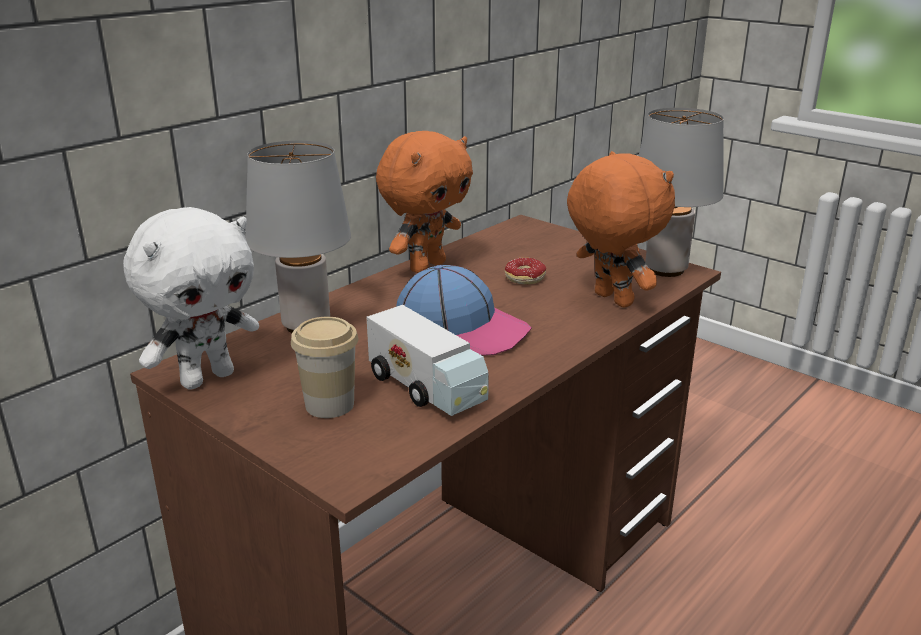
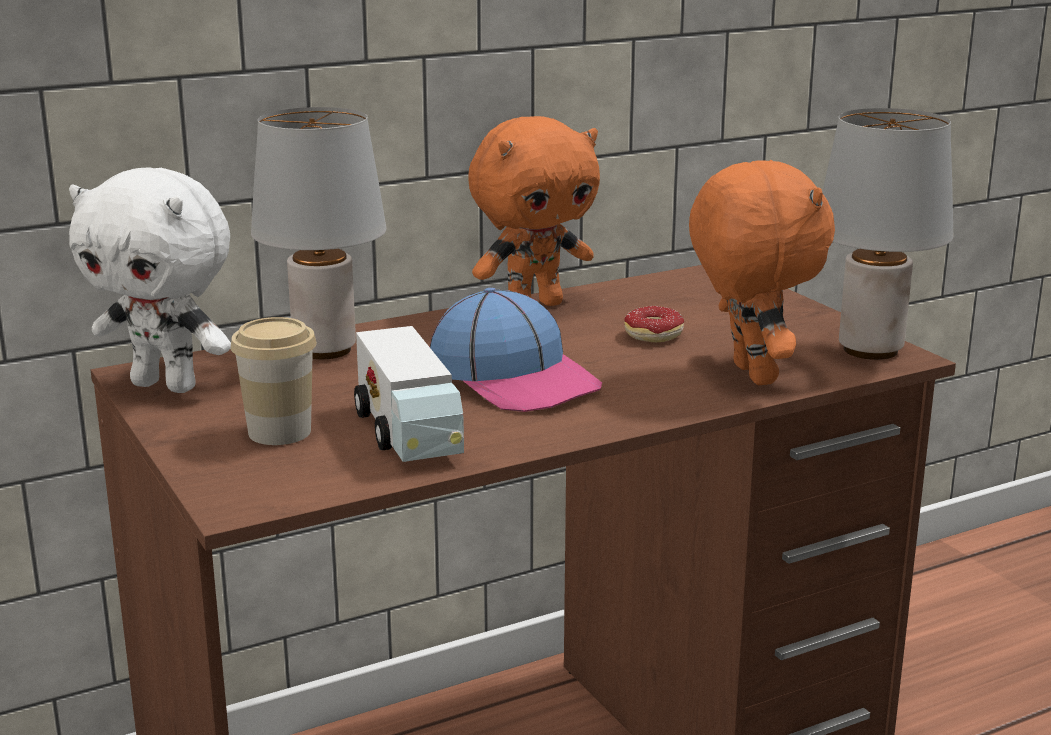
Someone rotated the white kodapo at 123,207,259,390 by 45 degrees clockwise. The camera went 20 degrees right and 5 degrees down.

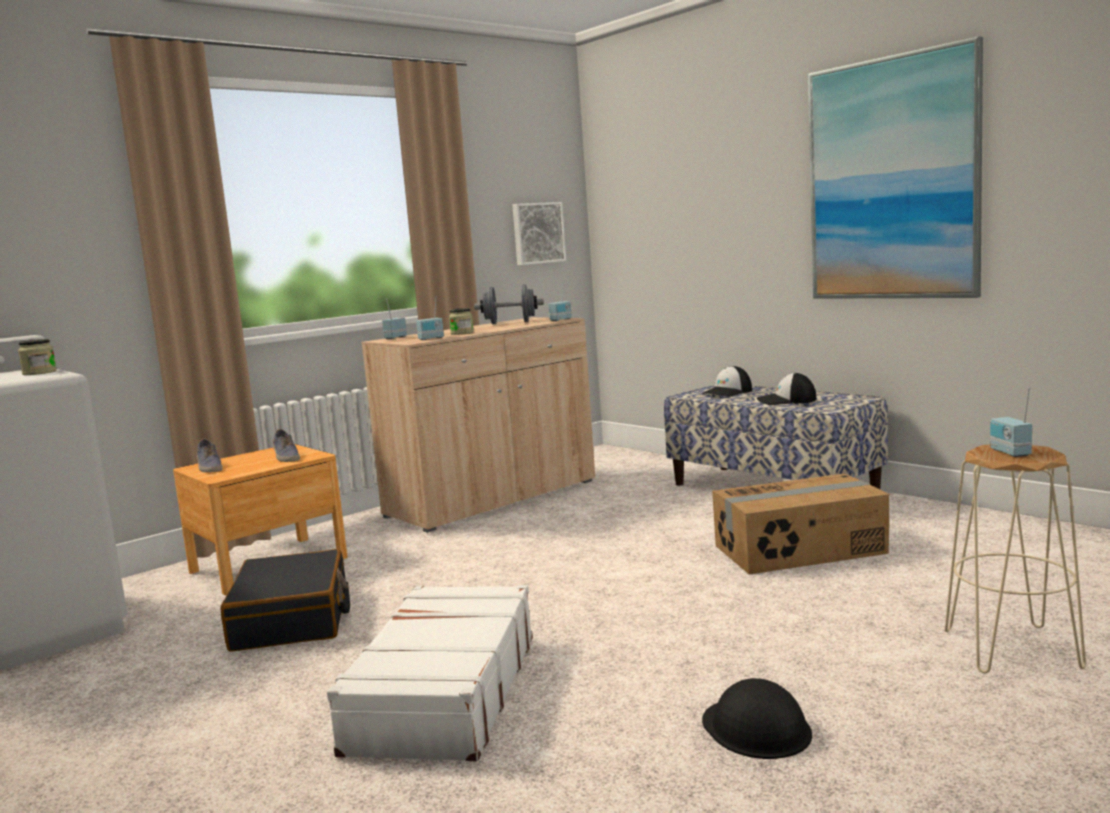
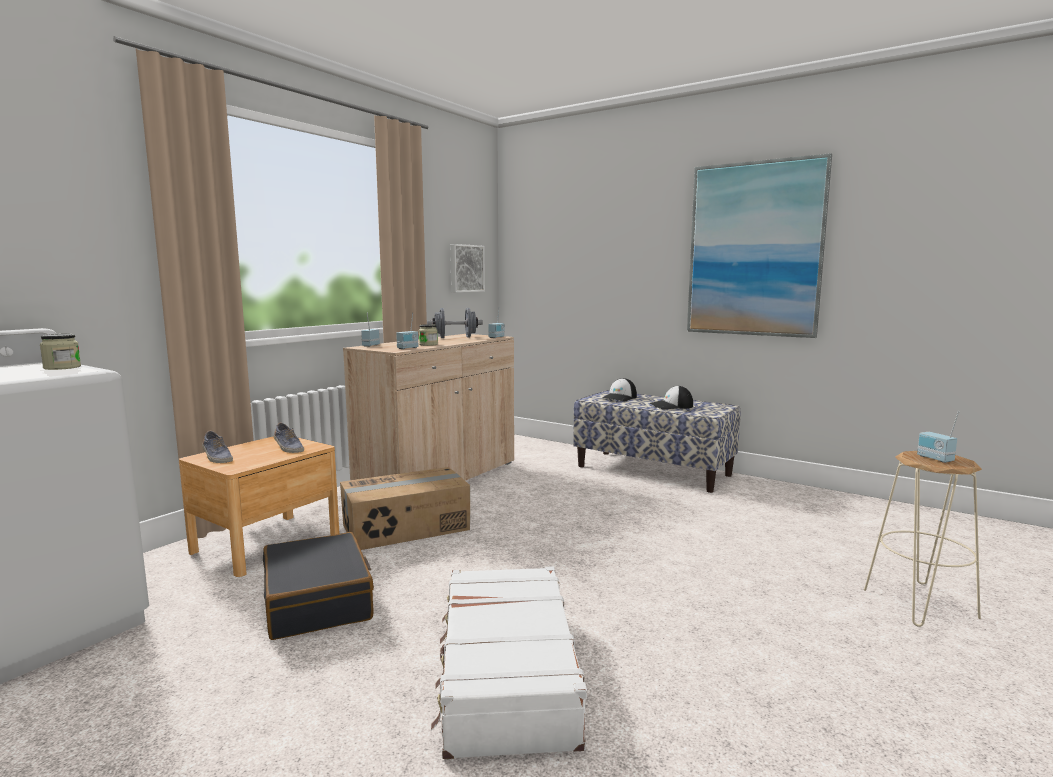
Someone carried the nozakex from 712,473,889,574 to 340,467,470,550. Someone took away the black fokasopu at 702,678,812,759. The camera went 15 degrees left and 0 degrees up.

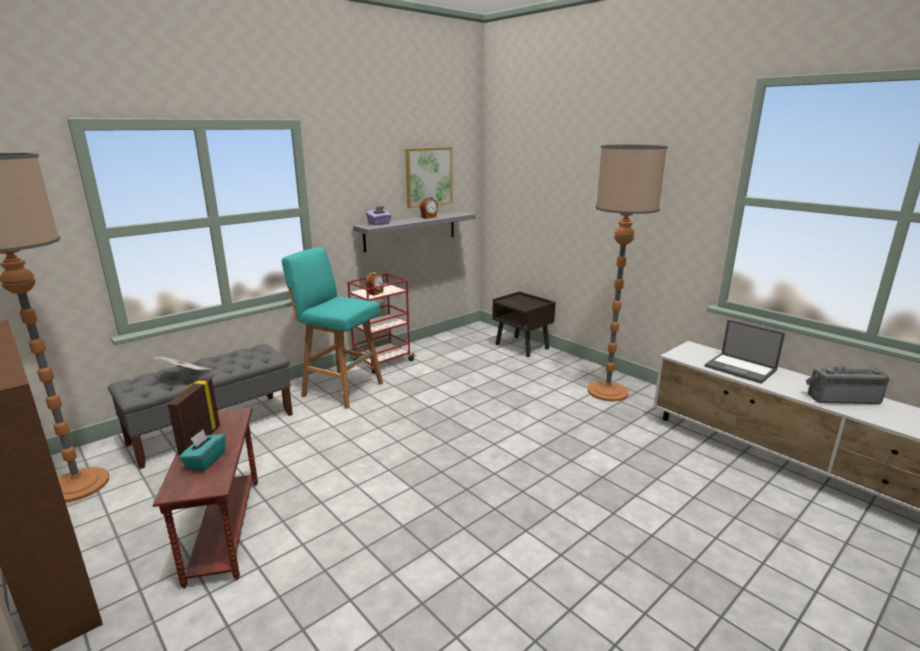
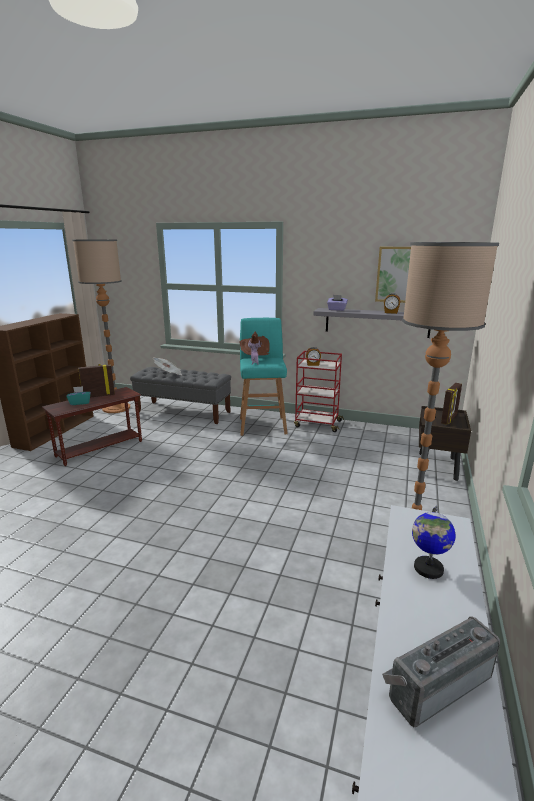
Someone put down the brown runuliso at 239,331,270,365. Someone rotated the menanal at 806,366,889,404 by 90 degrees counterclockwise. Someone swapped the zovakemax at 705,320,785,384 for the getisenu at 412,506,455,579. Someone put down the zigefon at 441,383,462,425. The camera went 60 degrees right and 0 degrees up.

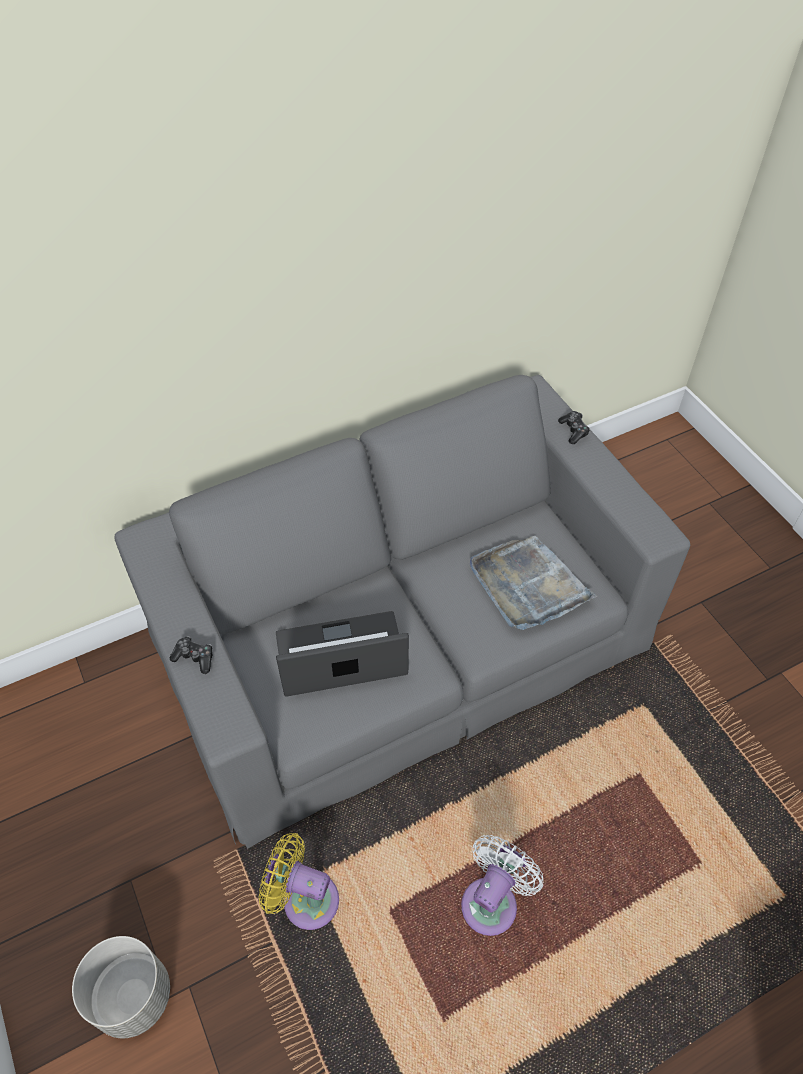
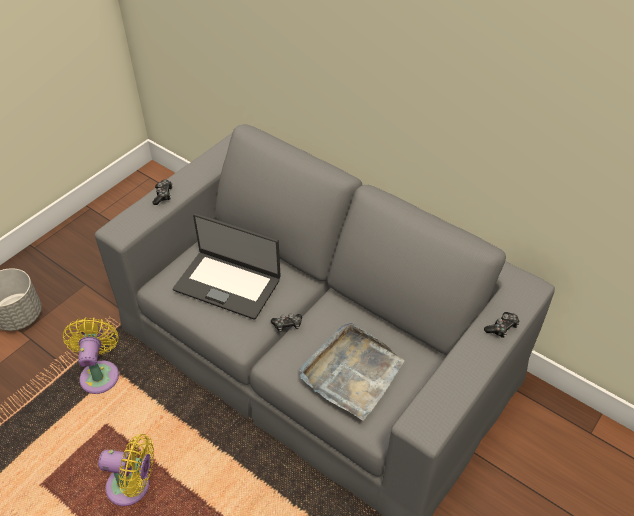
Someone repainted the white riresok at 461,835,543,936, which became the yellow riresok at 98,434,154,506. Someone rotated the zovakemax at 276,611,409,697 by 150 degrees clockwise. Someone put down the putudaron at 271,313,302,332. The camera went 65 degrees right and 5 degrees down.

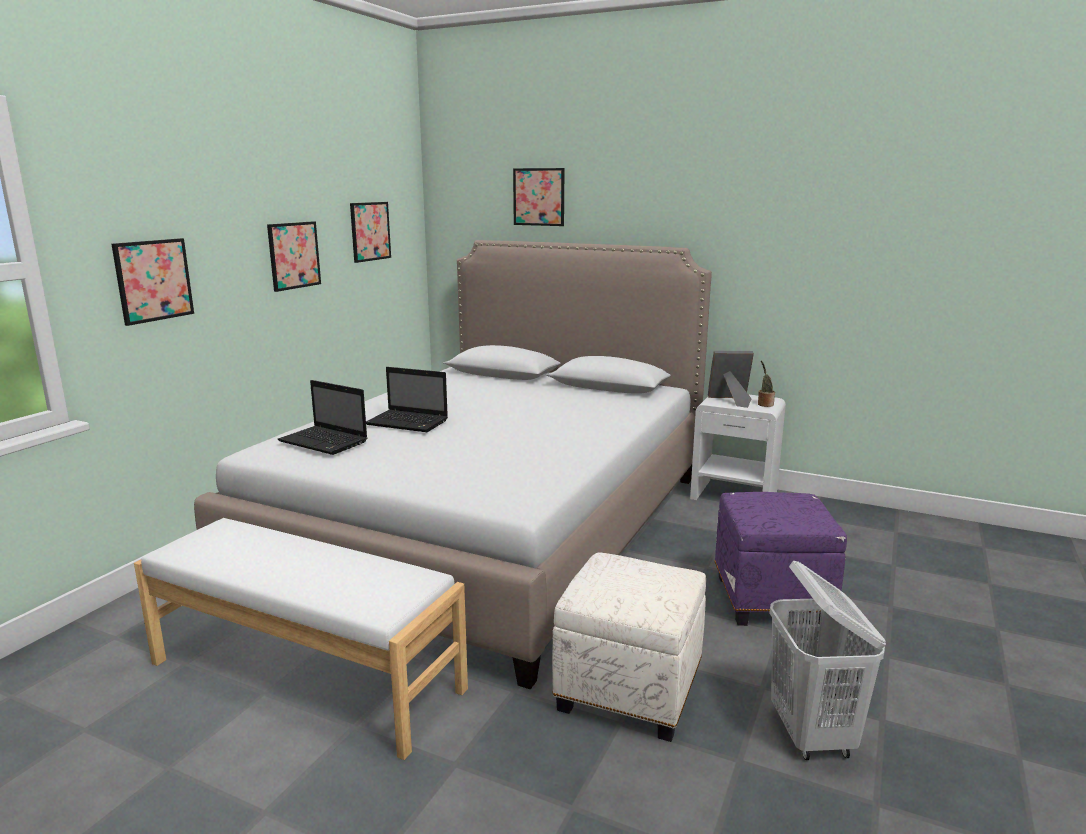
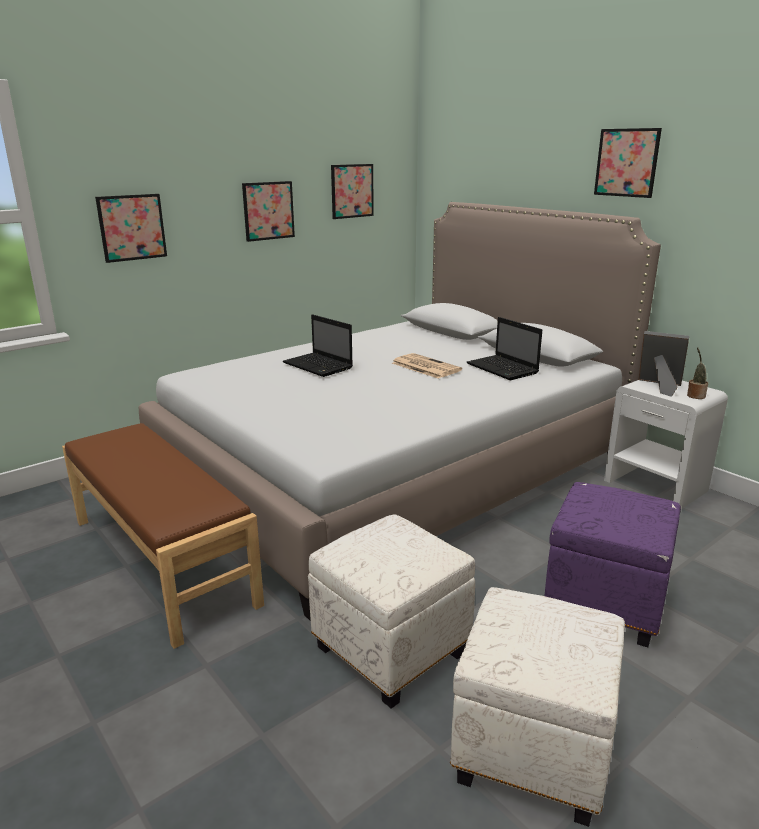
Someone repainted the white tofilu at 134,518,468,760, which became the brown tofilu at 62,423,264,649. Someone put down the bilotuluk at 392,353,462,379. Someone swapped the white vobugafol at 769,561,886,760 for the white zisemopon at 450,587,625,827. Someone carried the zovakemax from 277,380,367,455 to 467,317,542,380. Someone carried the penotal from 513,168,564,226 to 594,128,662,198. The camera went 25 degrees right and 5 degrees up.

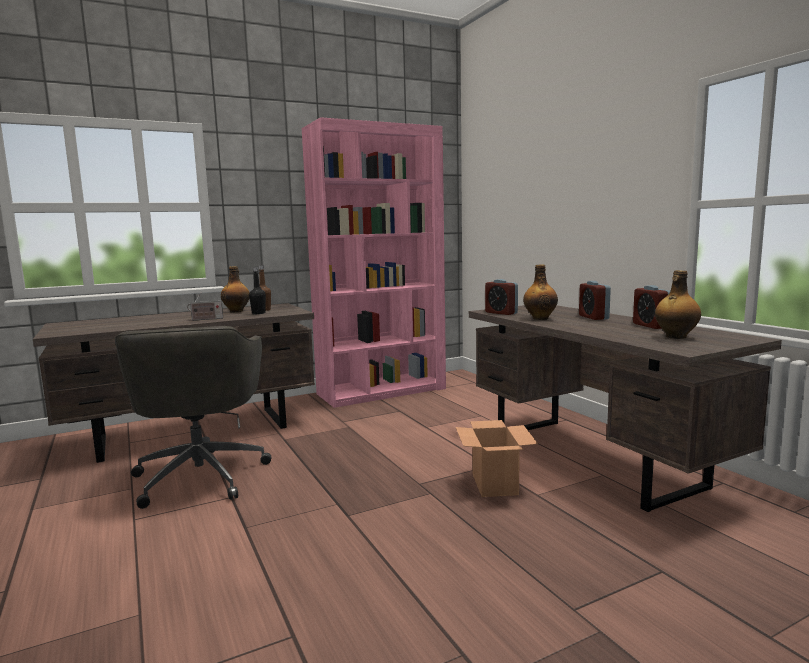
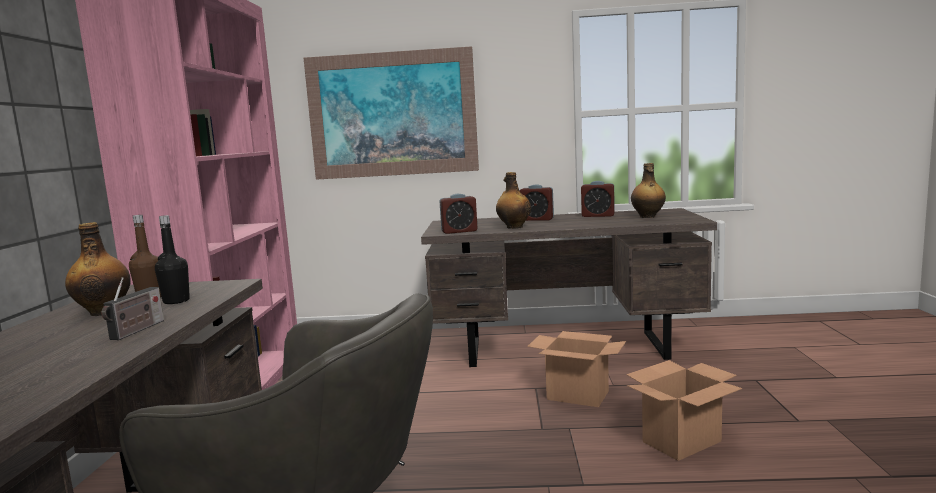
Someone put up the penotal at 304,46,479,180. Someone put down the nozakex at 626,360,742,461. The camera went 60 degrees left and 0 degrees up.

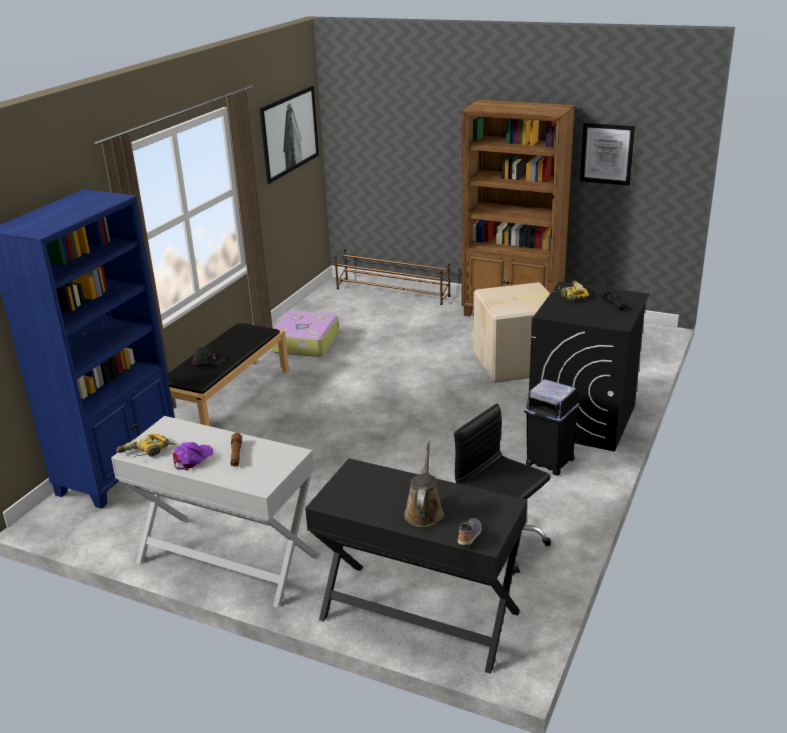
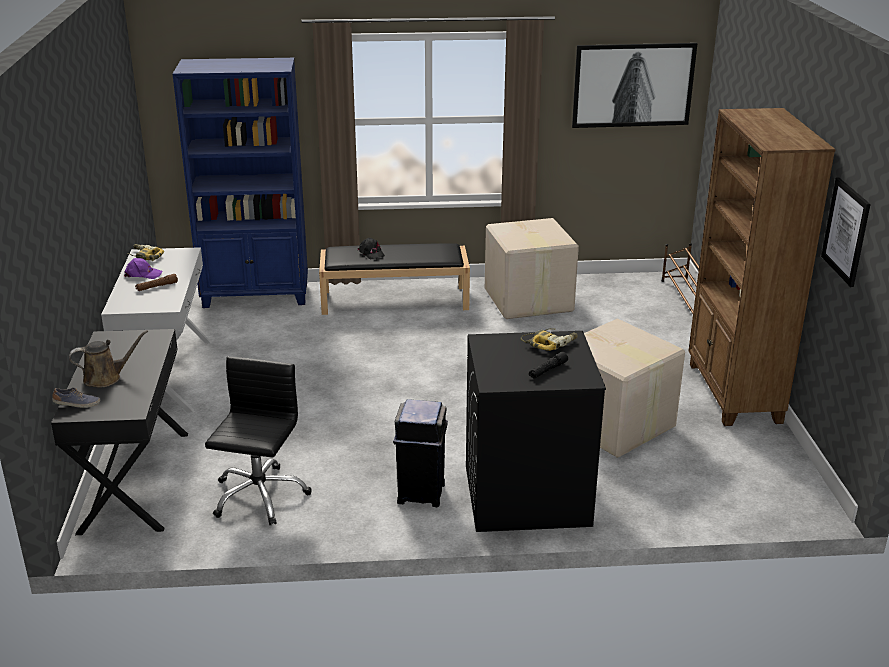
Someone swapped the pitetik at 270,311,339,357 for the nozakex at 485,218,579,319. The camera went 60 degrees right and 0 degrees up.

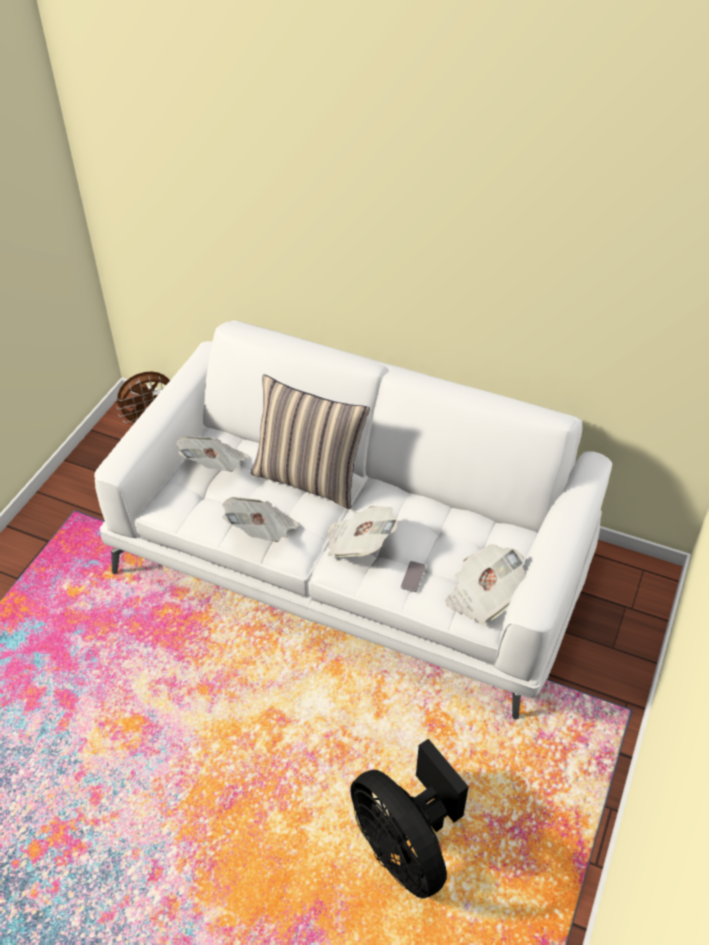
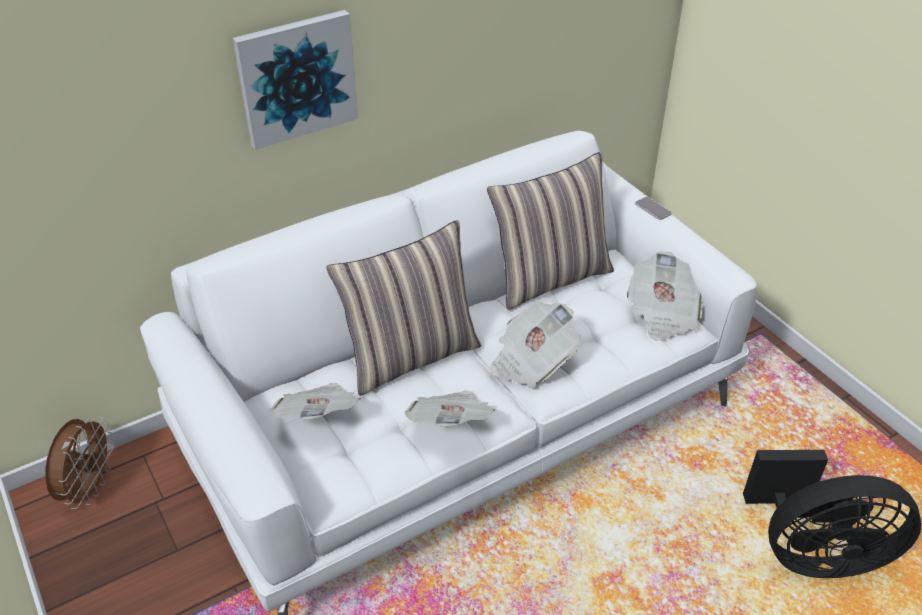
Someone put up the penotal at 233,10,358,150. Someone put down the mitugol at 487,152,614,310. Someone carried the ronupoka from 401,561,426,592 to 635,197,671,220. The camera went 55 degrees left and 5 degrees down.

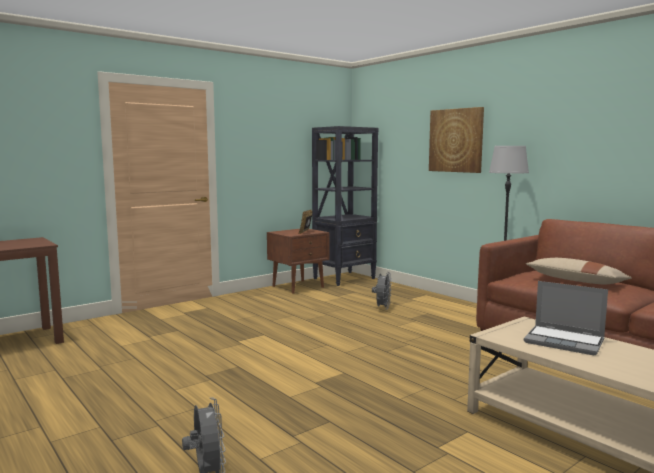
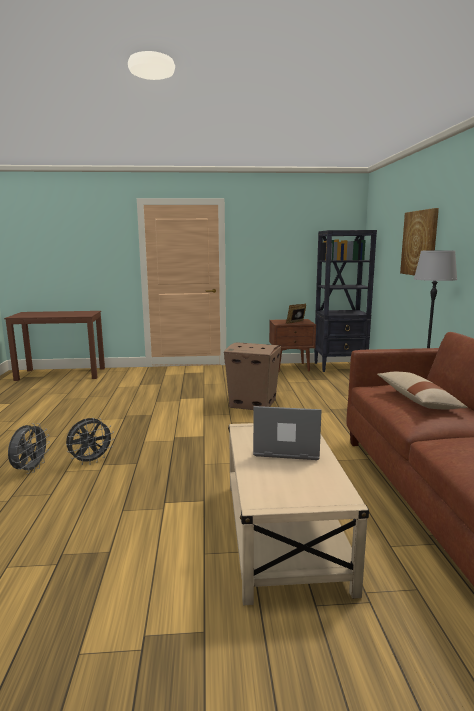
Someone carried the grey riresok from 372,272,392,310 to 66,418,114,465. Someone put down the nozakex at 224,343,281,410. Someone rotated the zovakemax at 524,281,608,355 by 120 degrees clockwise. The camera went 35 degrees right and 5 degrees up.

